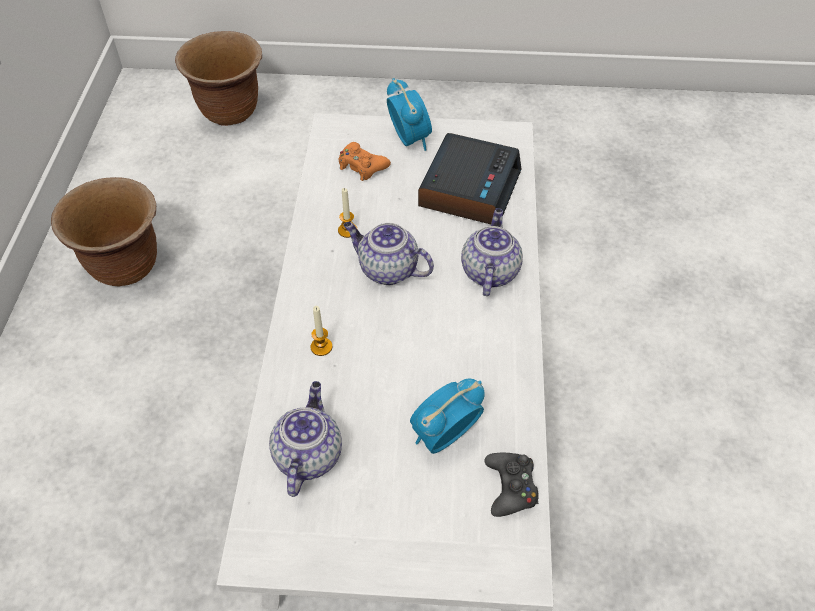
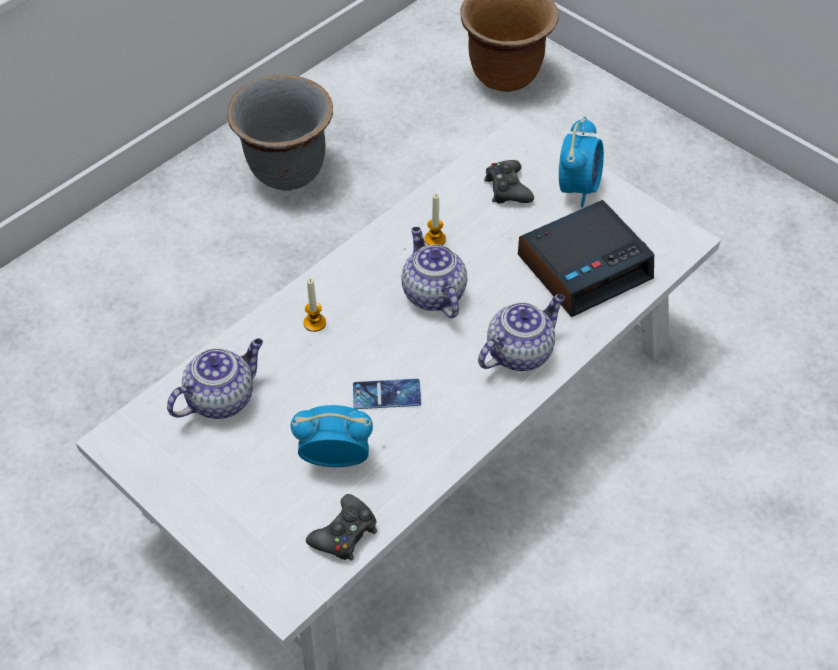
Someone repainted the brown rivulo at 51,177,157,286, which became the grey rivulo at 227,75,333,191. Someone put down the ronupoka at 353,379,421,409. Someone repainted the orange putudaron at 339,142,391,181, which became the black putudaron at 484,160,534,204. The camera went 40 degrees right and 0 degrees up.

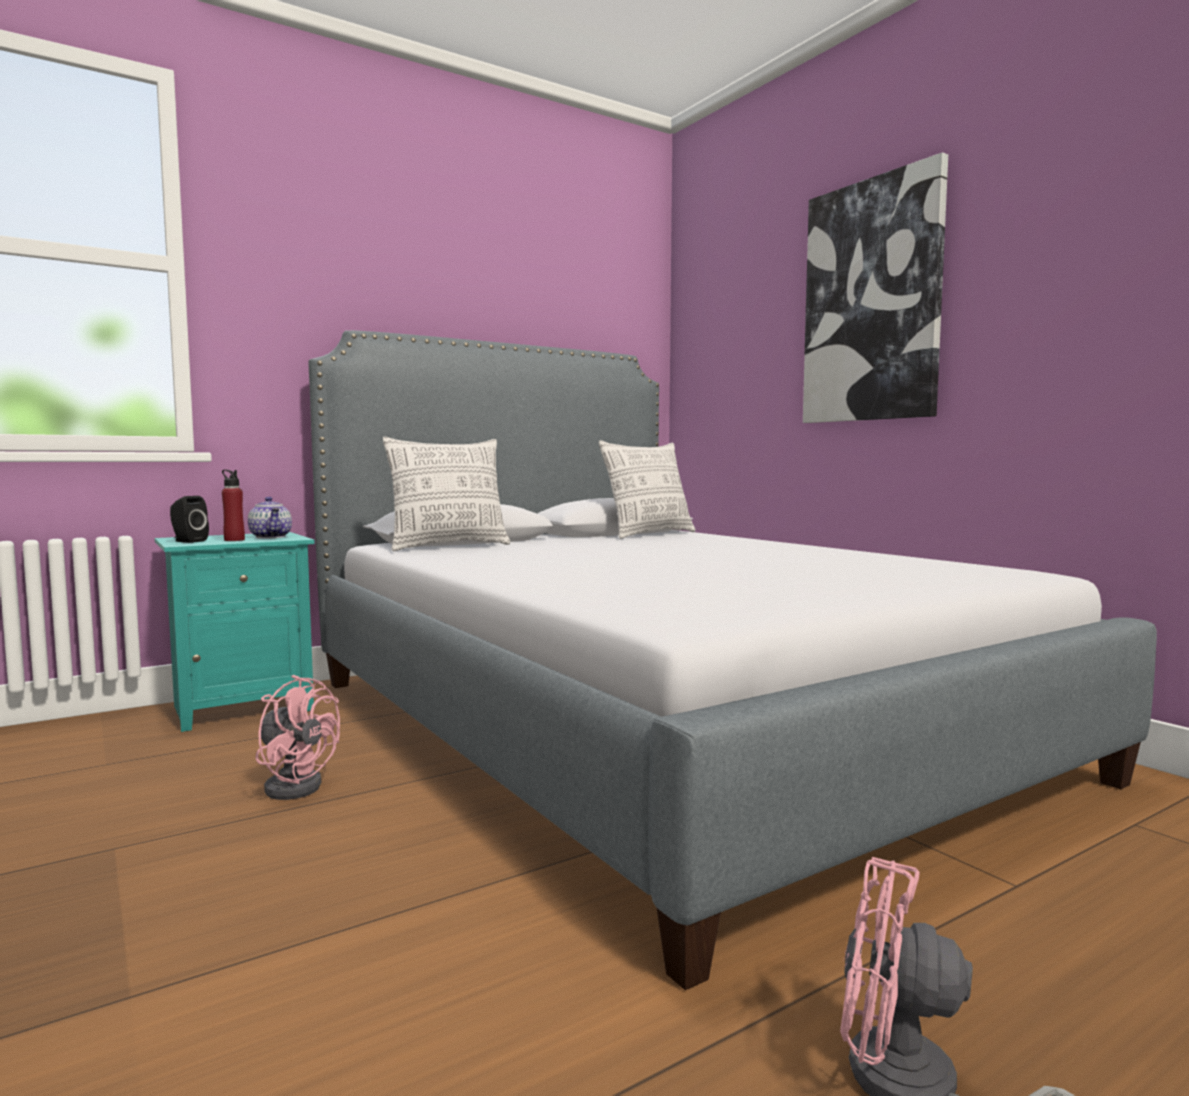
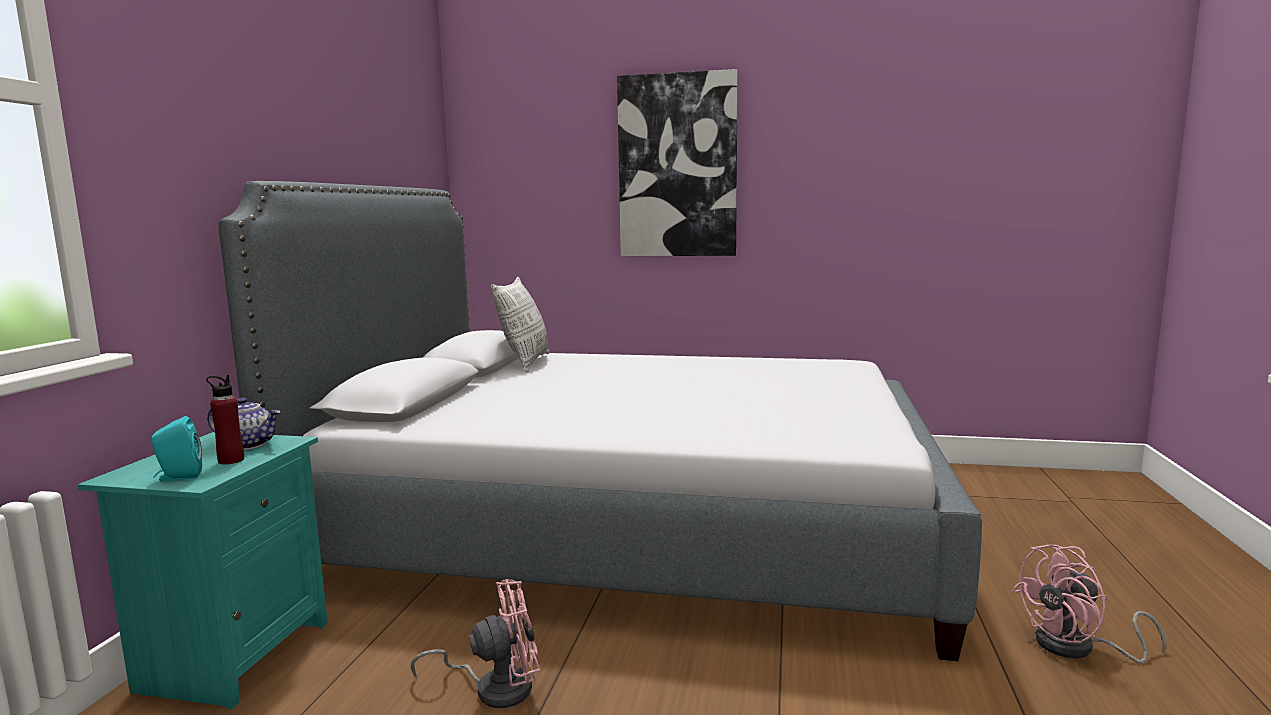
Someone repainted the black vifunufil at 170,496,209,543, which became the turquoise vifunufil at 151,416,202,481. Someone took away the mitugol at 383,437,510,551. The camera went 45 degrees left and 5 degrees up.

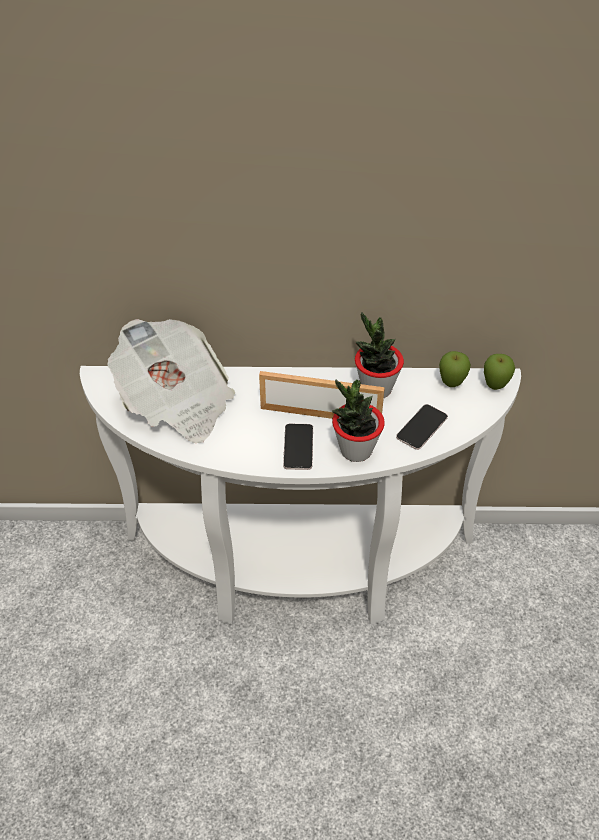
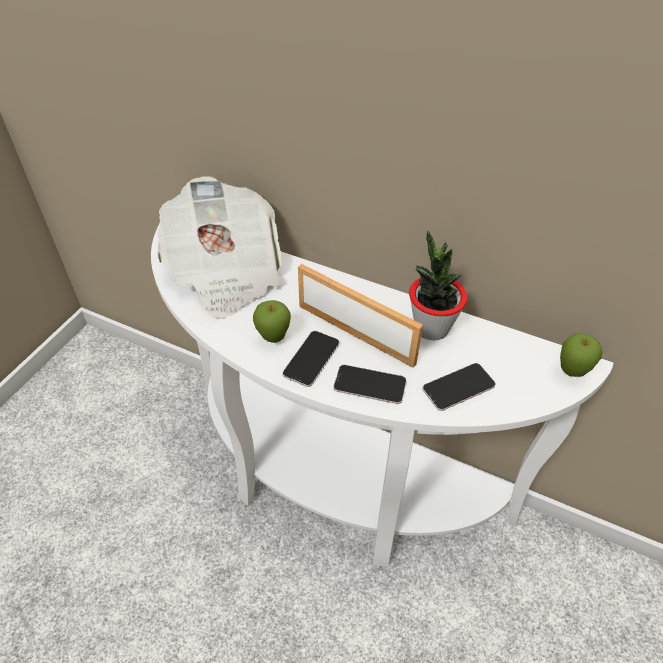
Someone carried the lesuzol from 439,351,471,387 to 253,300,291,343. Someone swapped the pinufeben at 332,379,385,462 for the ronupoka at 333,365,406,404. The camera went 25 degrees right and 0 degrees up.

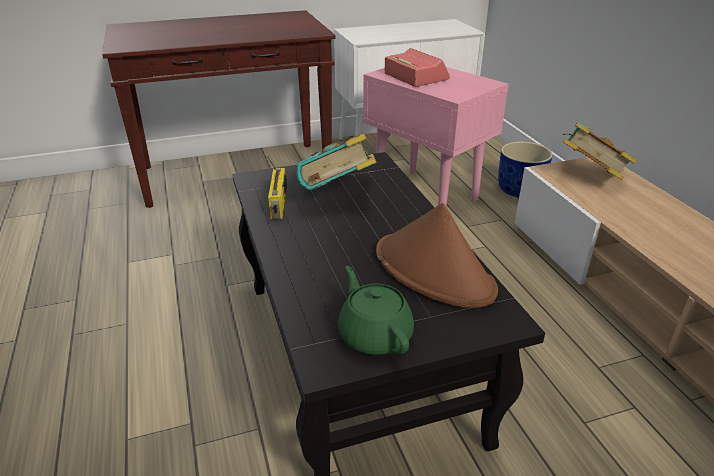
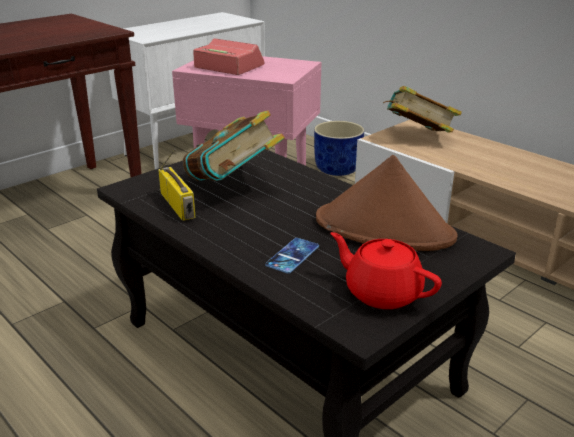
Someone put down the ronupoka at 265,238,319,274. Someone repainted the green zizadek at 338,266,414,355, which became the red zizadek at 330,232,442,309. The camera went 25 degrees left and 5 degrees down.

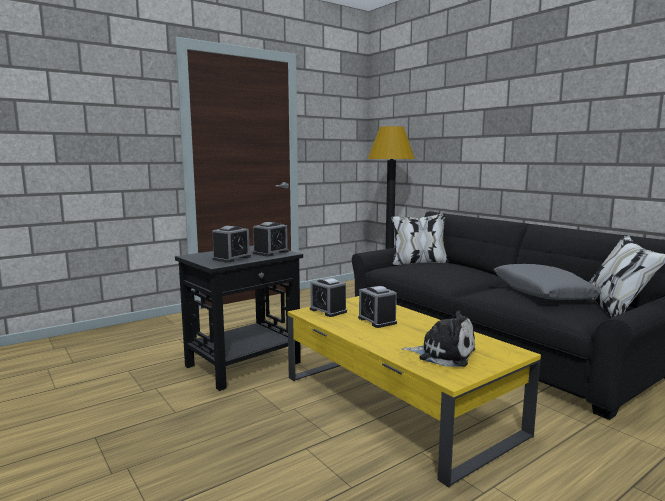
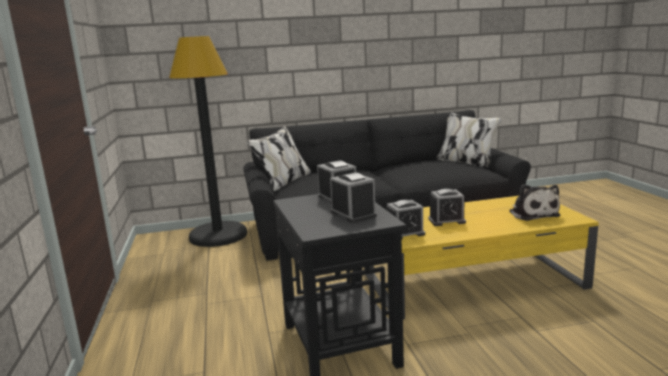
Someone rotated the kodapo at 402,311,475,367 by 120 degrees clockwise. Someone took away the grey mitugol at 494,264,602,300. The camera went 65 degrees left and 5 degrees up.

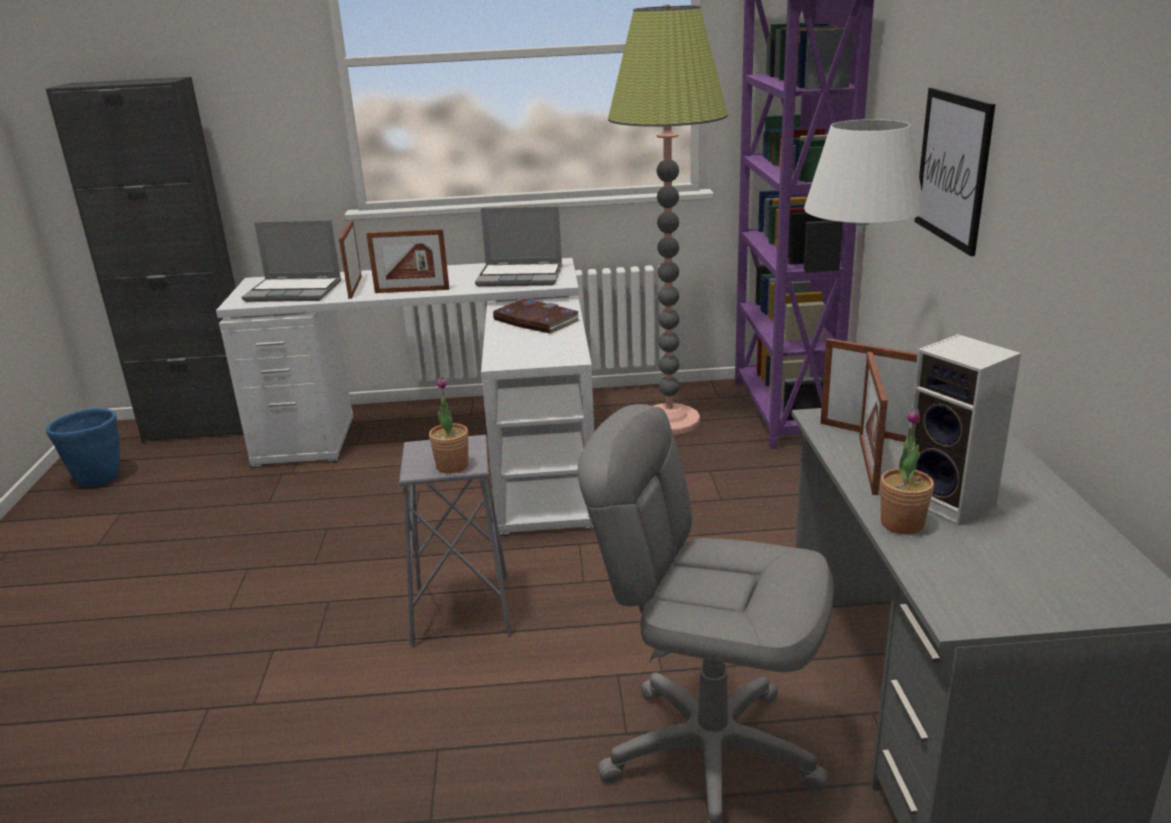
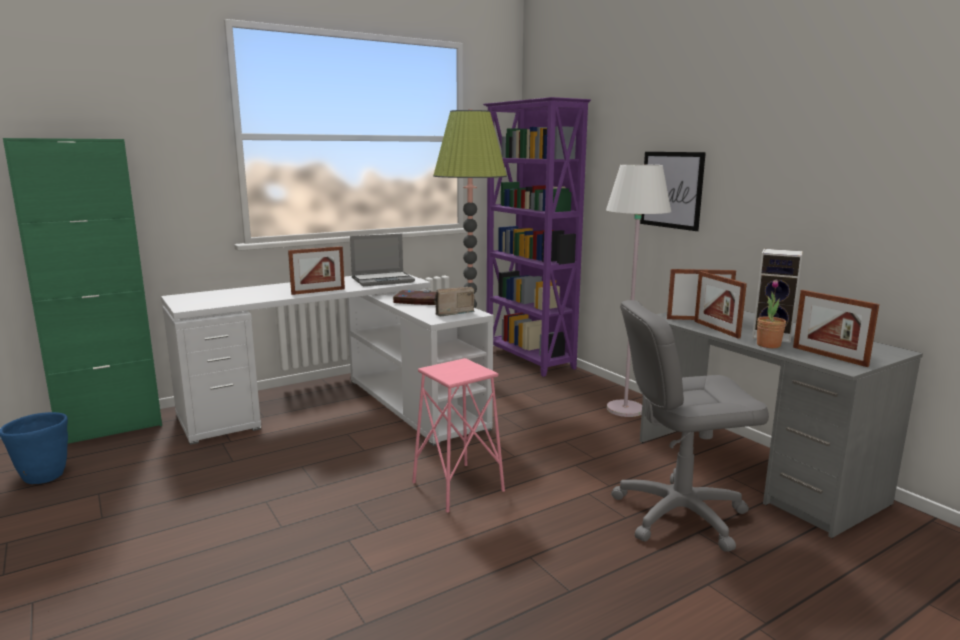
Someone repainted the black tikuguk at 46,77,243,442, which became the green tikuguk at 3,138,162,444. Someone repainted the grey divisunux at 399,435,512,647, which became the pink divisunux at 412,358,505,513. Someone put down the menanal at 434,287,475,316. Someone carried the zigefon from 339,220,362,299 to 793,290,879,367. Someone took away the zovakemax at 242,220,341,302. Someone took away the pinufeben at 429,377,468,473. The camera went 30 degrees left and 10 degrees down.

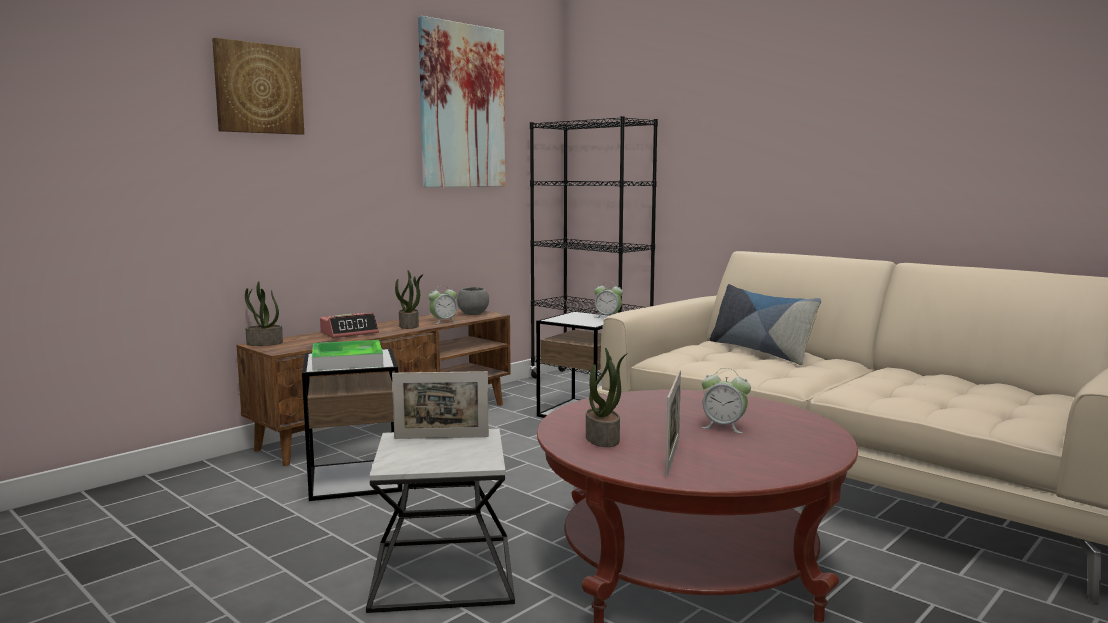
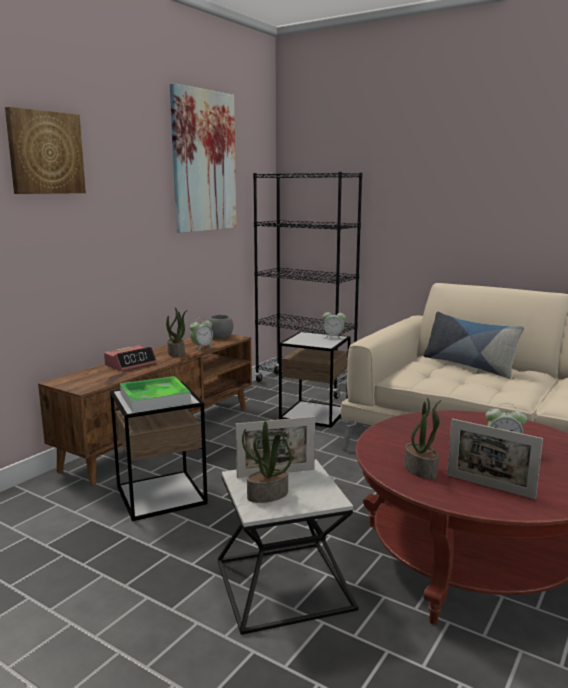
Someone carried the pinufeben from 245,281,283,346 to 242,421,292,503. Someone rotated the zigefon at 665,370,681,477 by 120 degrees clockwise. The camera went 10 degrees left and 5 degrees up.

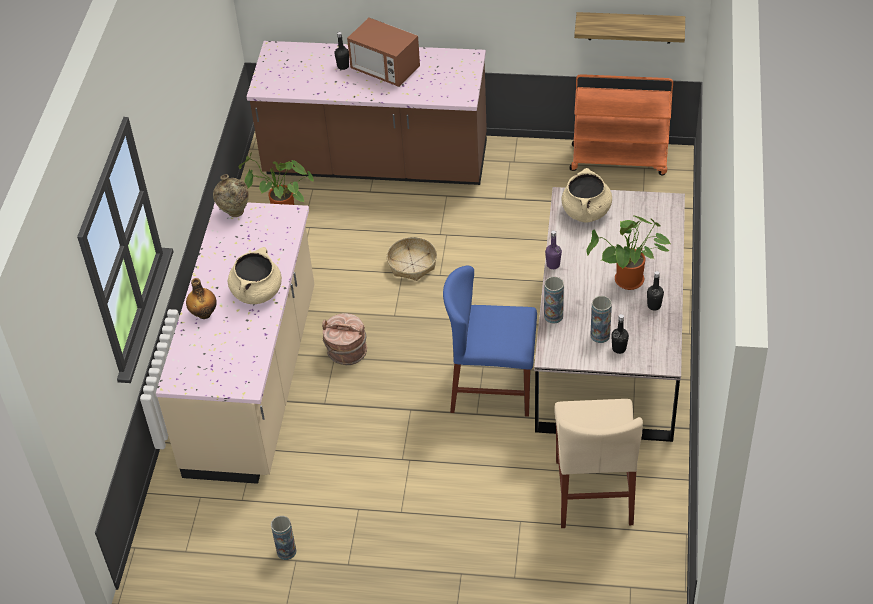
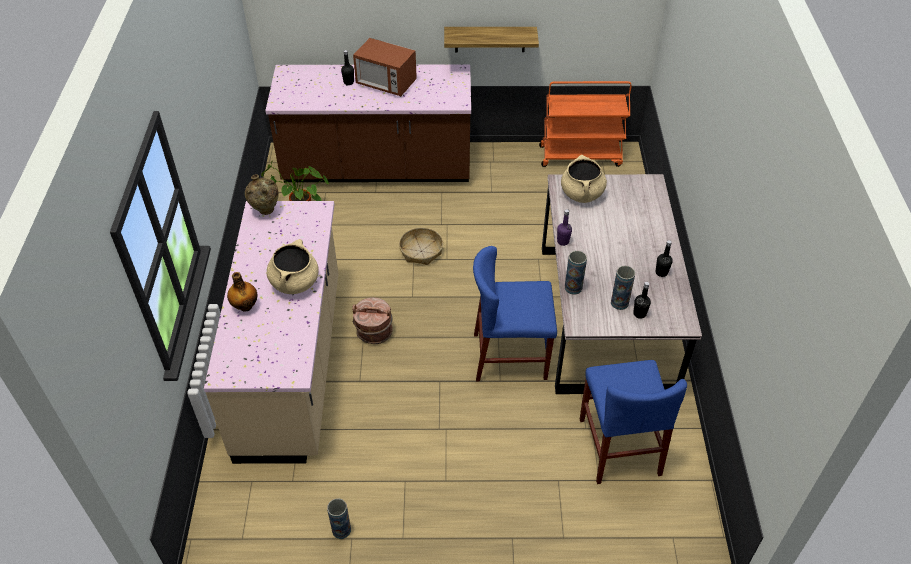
Someone carried the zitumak from 574,12,685,43 to 444,27,539,52. Someone repainted the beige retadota at 554,399,643,528, which became the blue retadota at 580,360,687,484. Someone took away the pinufeben at 587,216,671,290. The camera went 10 degrees left and 0 degrees up.

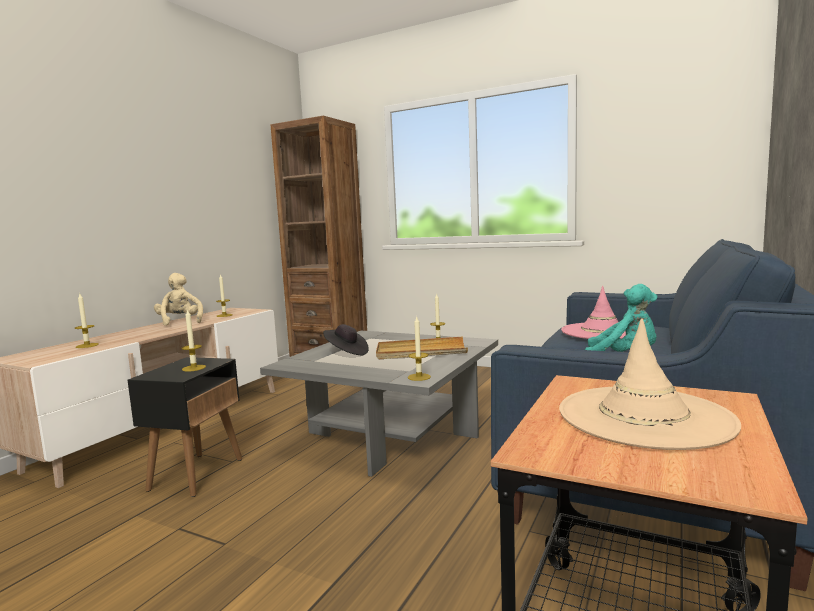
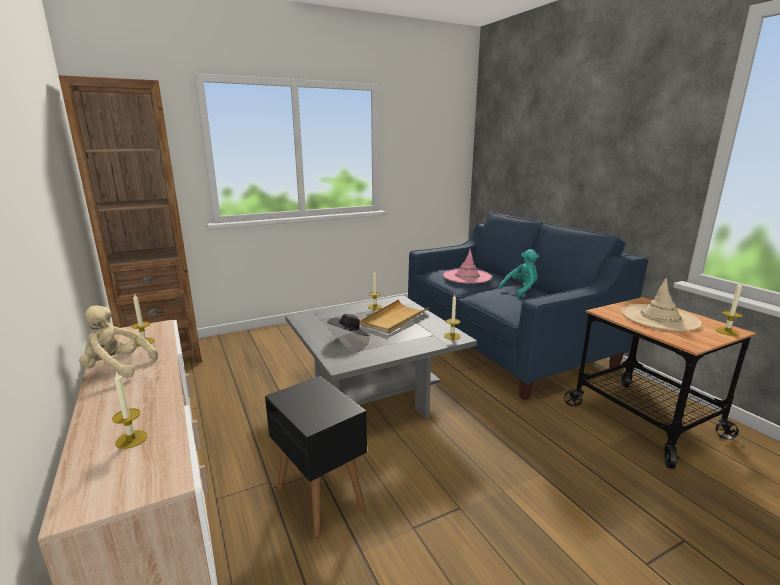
Someone carried the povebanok from 181,309,206,372 to 716,282,743,336. The camera went 55 degrees left and 10 degrees up.

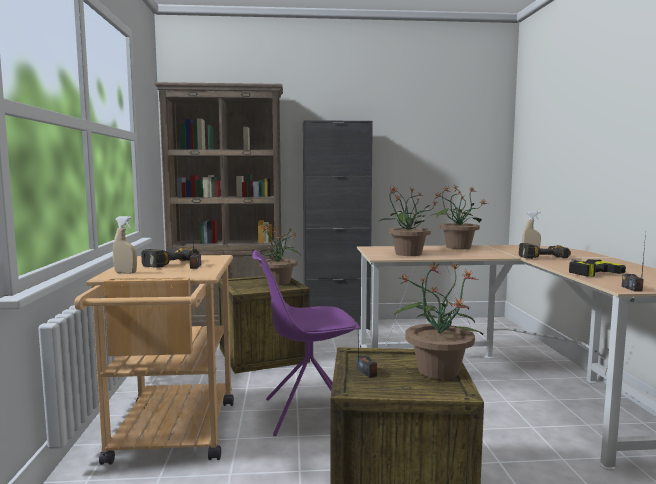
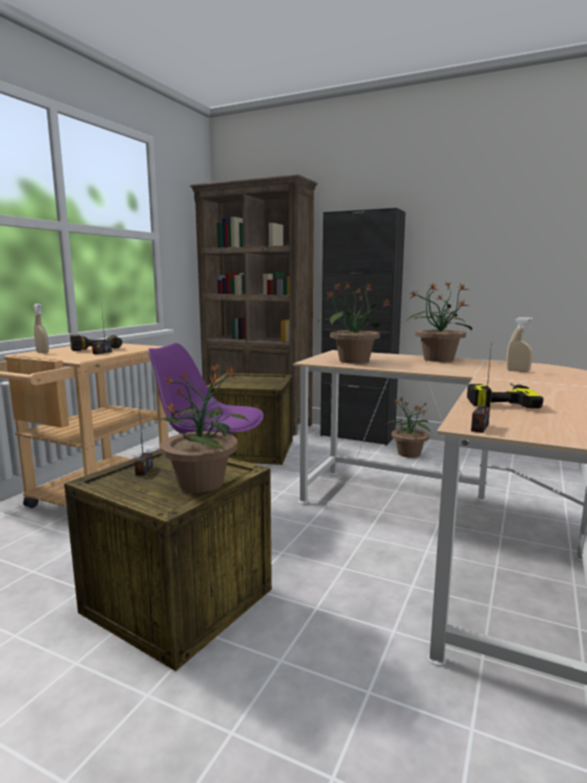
Someone carried the pinufeben from 258,225,301,285 to 386,396,431,458. Someone took away the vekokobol at 519,243,571,259. The camera went 30 degrees right and 5 degrees up.

